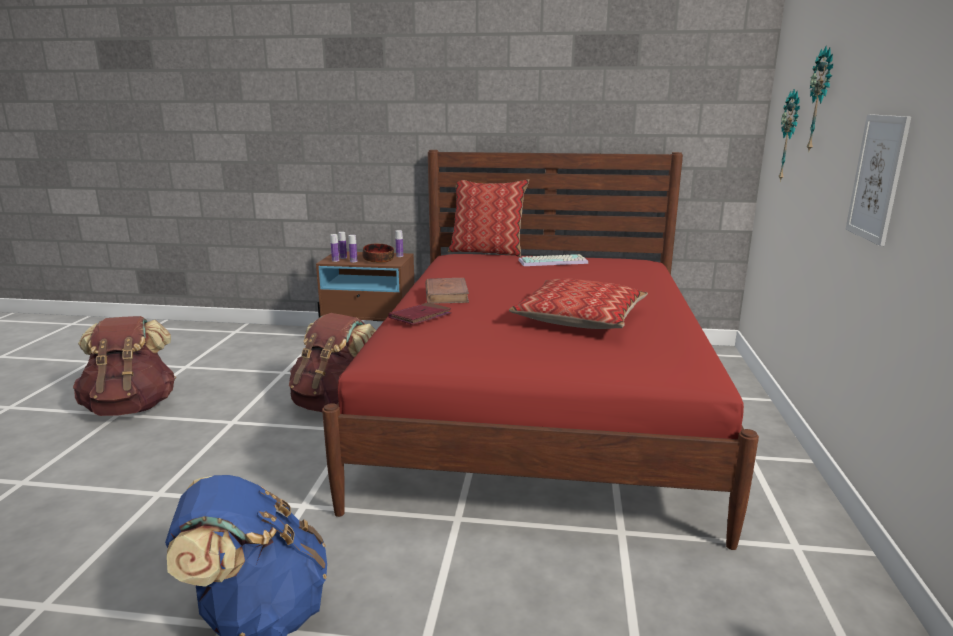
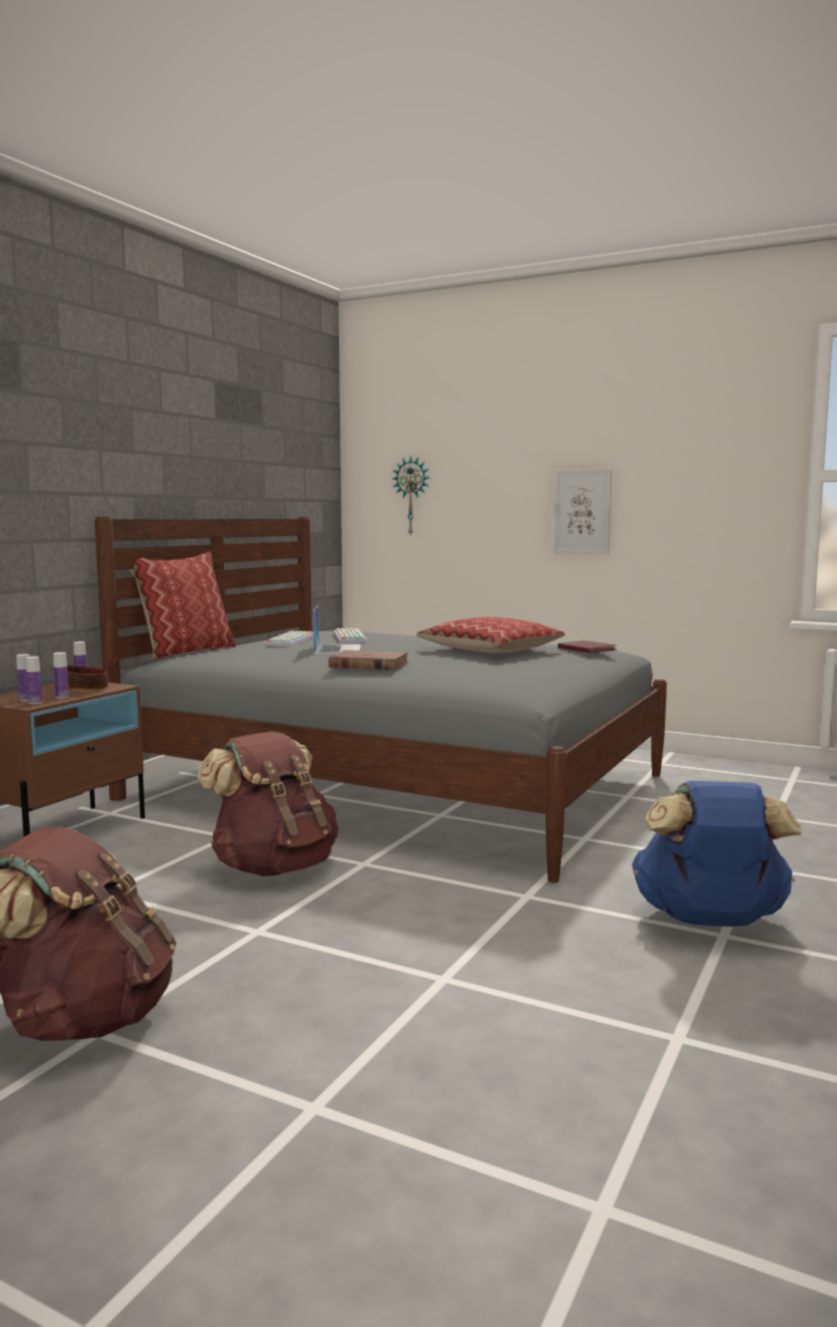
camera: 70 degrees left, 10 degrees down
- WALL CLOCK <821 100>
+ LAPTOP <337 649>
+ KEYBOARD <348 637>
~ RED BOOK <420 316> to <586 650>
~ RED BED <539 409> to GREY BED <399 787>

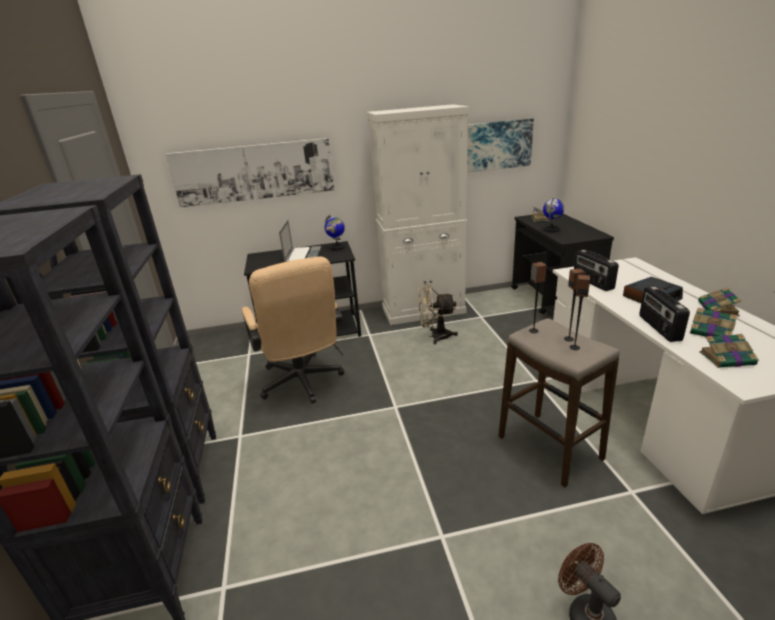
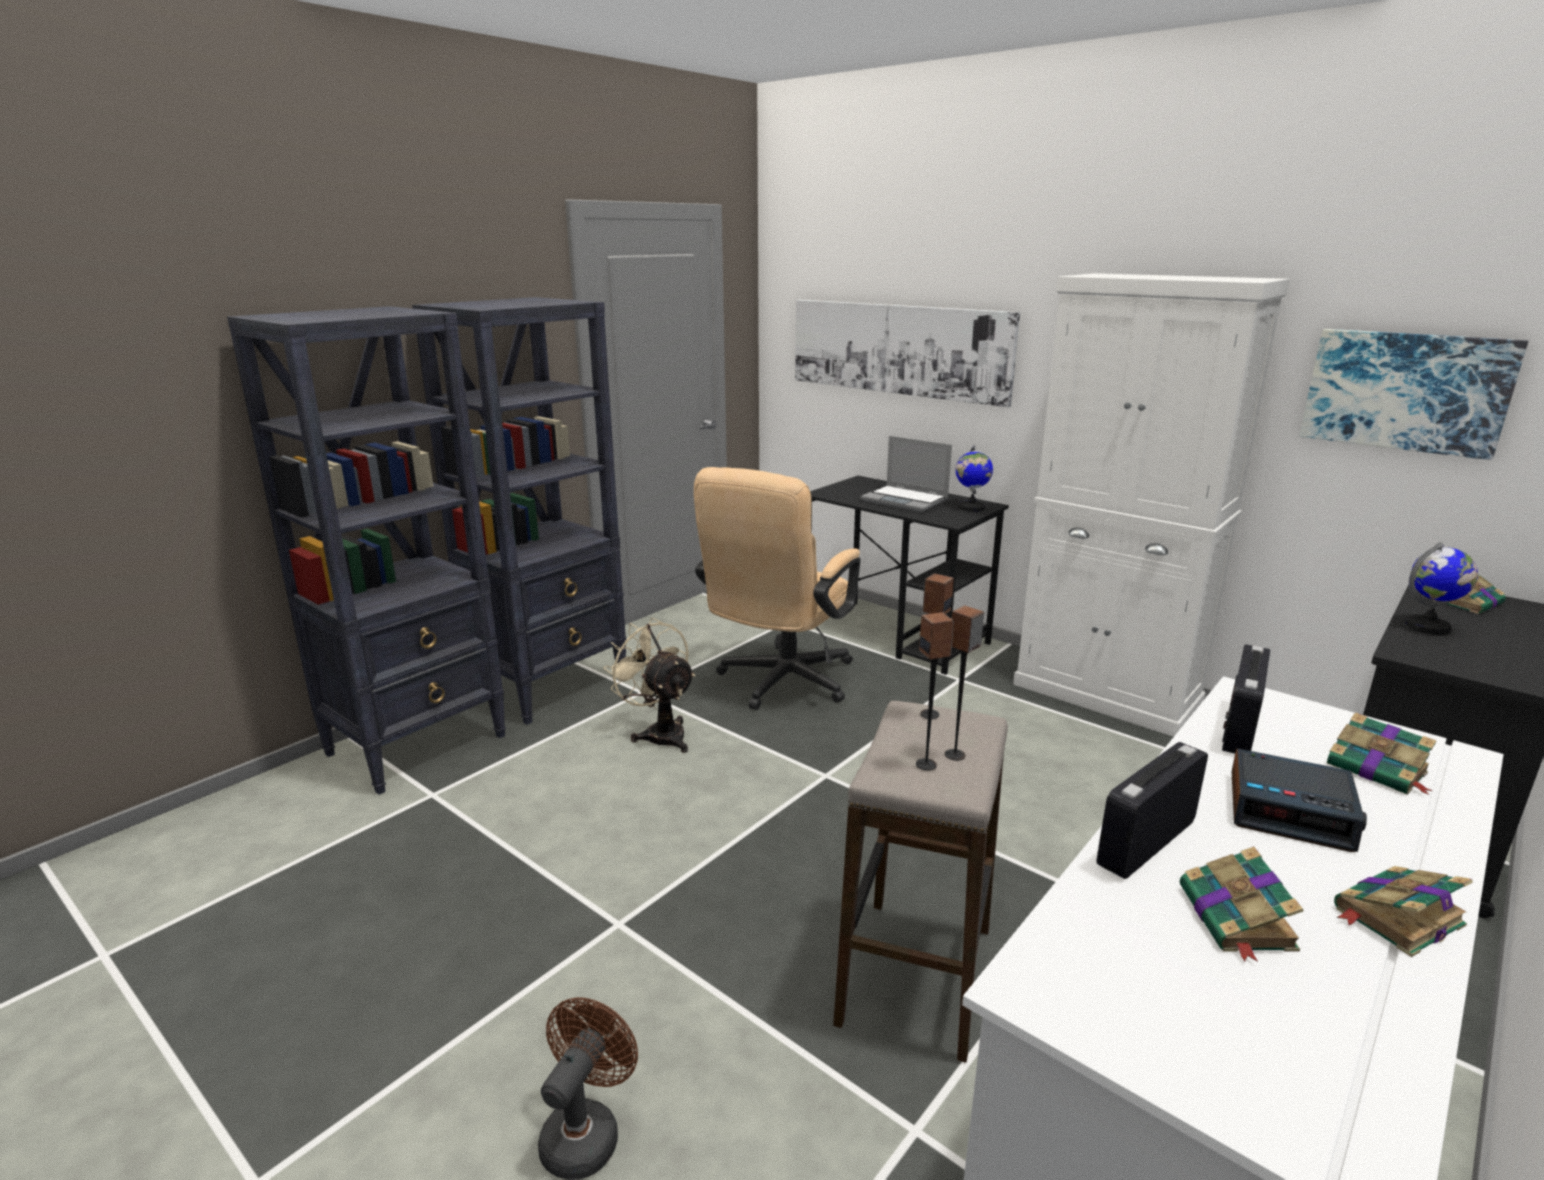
camera: 50 degrees right, 5 degrees down
~ BEIGE FAN <435 336> to <659 733>
~ BOOK <728 358> to <1378 770>
~ LAPTOP <302 256> = <906 500> 75 degrees clockwise

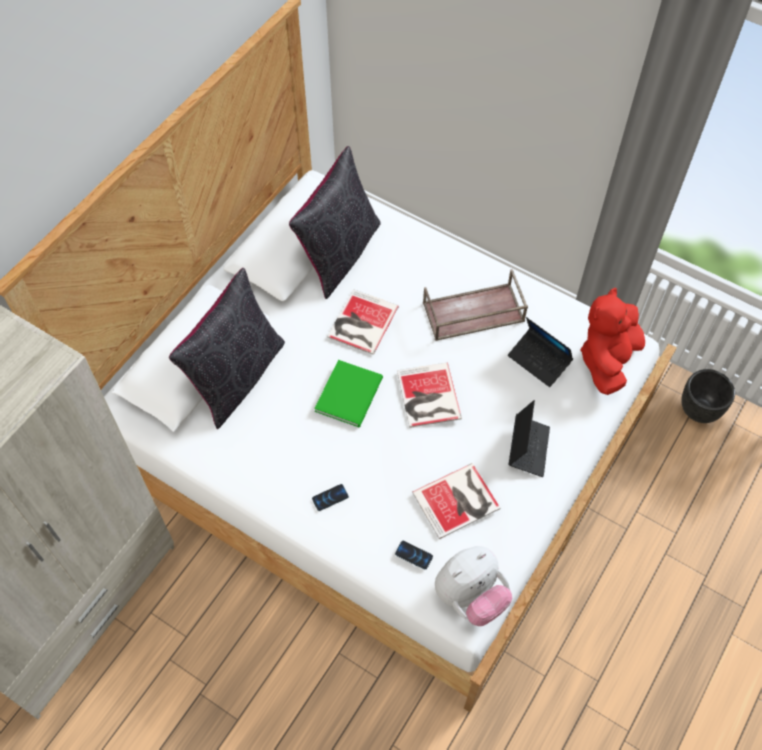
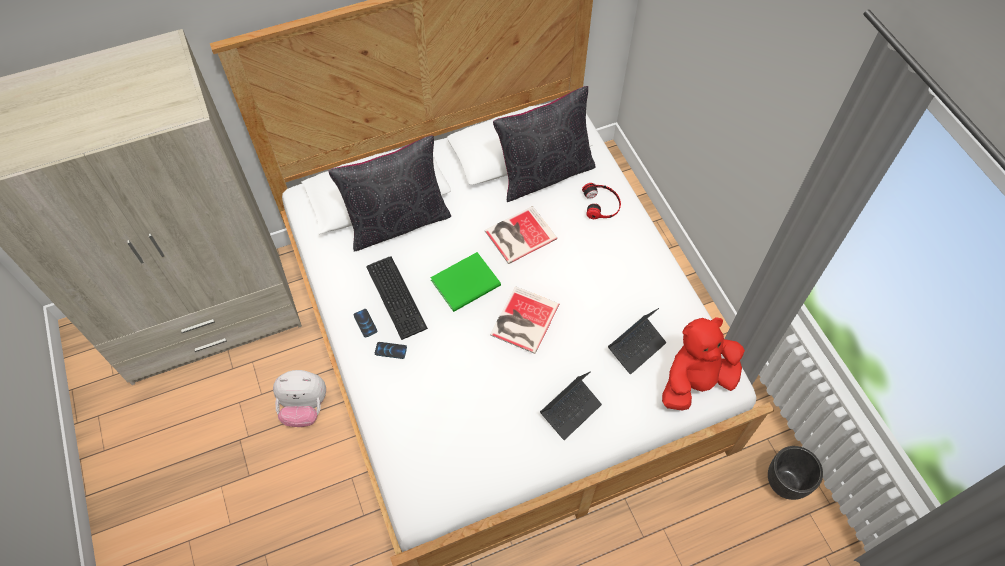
camera: 35 degrees right, 0 degrees up
- BOOK <458 501>
- BROWN TRAY <472 313>
+ KEYBOARD <397 295>
+ HEADPHONES <601 204>
~ PHONE <414 555> to <365 323>
~ PLUSH TOY <470 596> to <304 407>
~ LAPTOP <539 361> = <636 347> 120 degrees counterclockwise

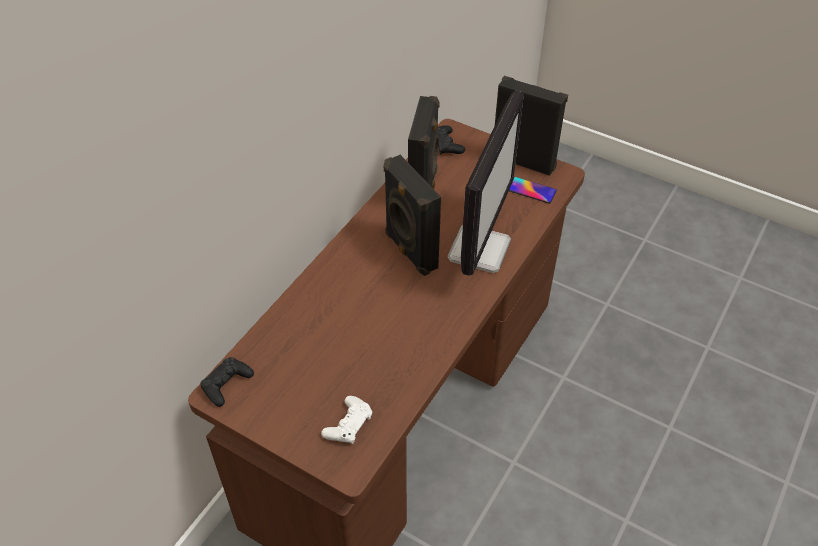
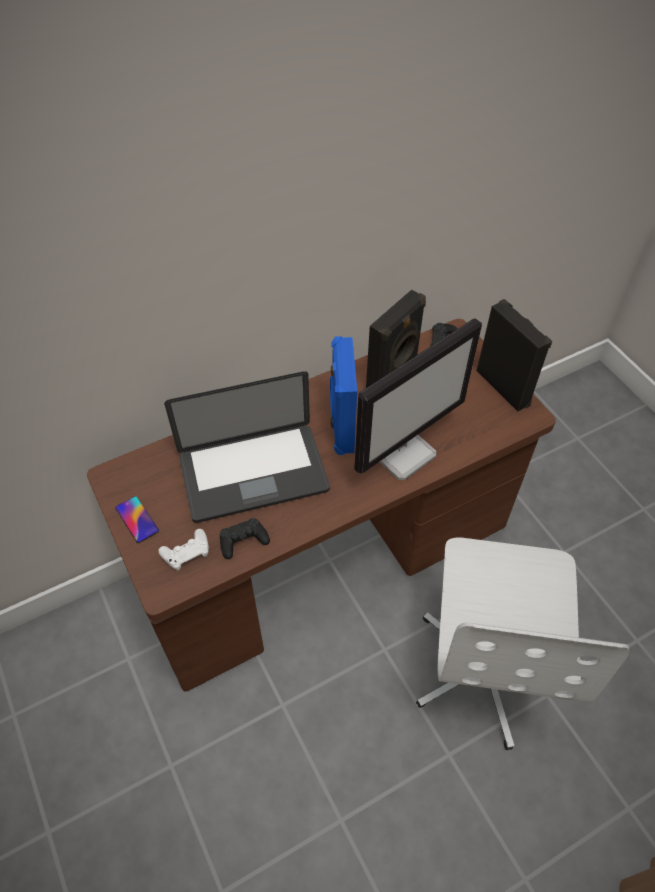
camera: 30 degrees right, 5 degrees up
+ LAPTOP <253 473>
+ WHITE OFFICE CHAIR <485 669>
~ BLACK GAME CONTROLLER <226 384> to <243 541>
~ PHONE <532 190> to <137 519>
~ BLACK SPEAKER <409 251> to BLUE SPEAKER <341 427>

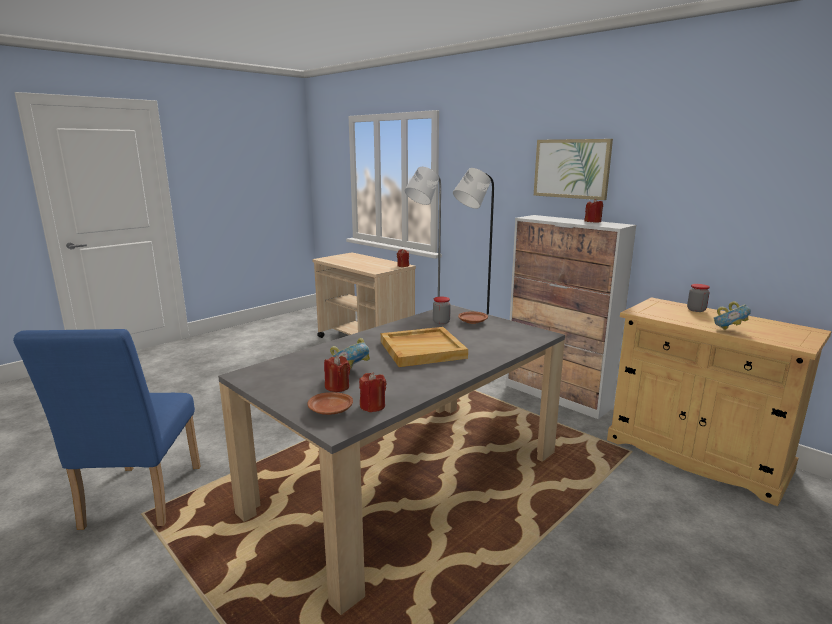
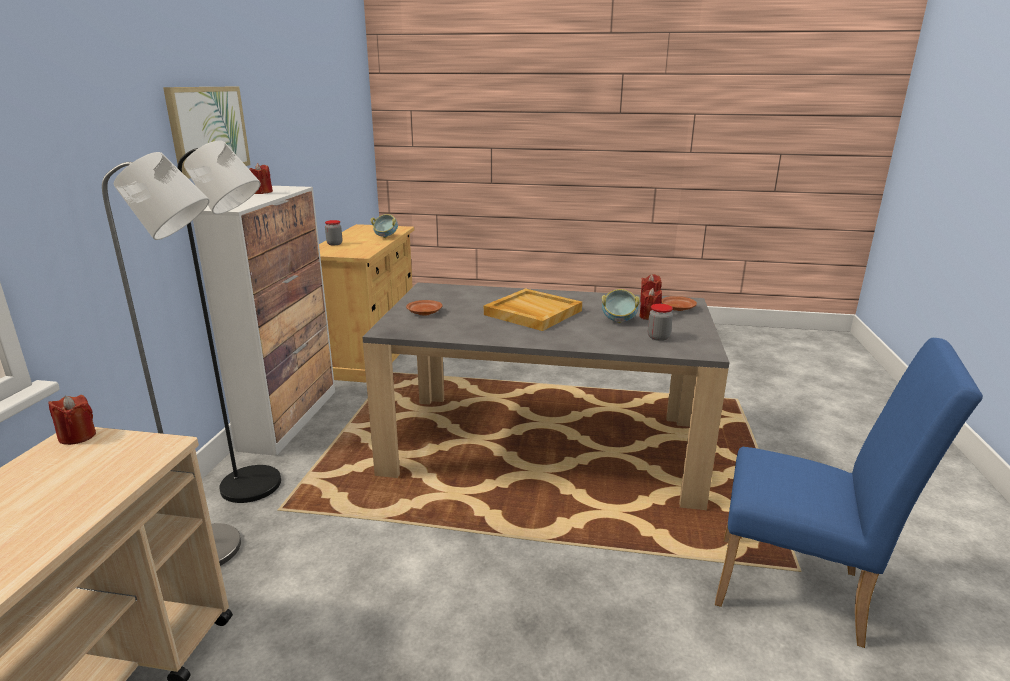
camera: 125 degrees left, 5 degrees up
~ JAR <441 322> to <658 337>
~ BLUE CHAIR <138 502> = <801 592> 60 degrees clockwise

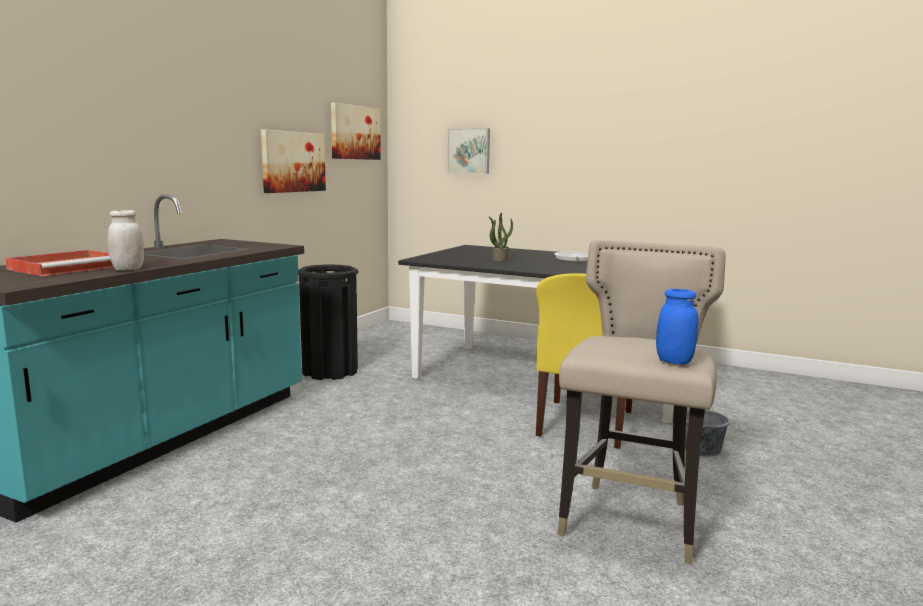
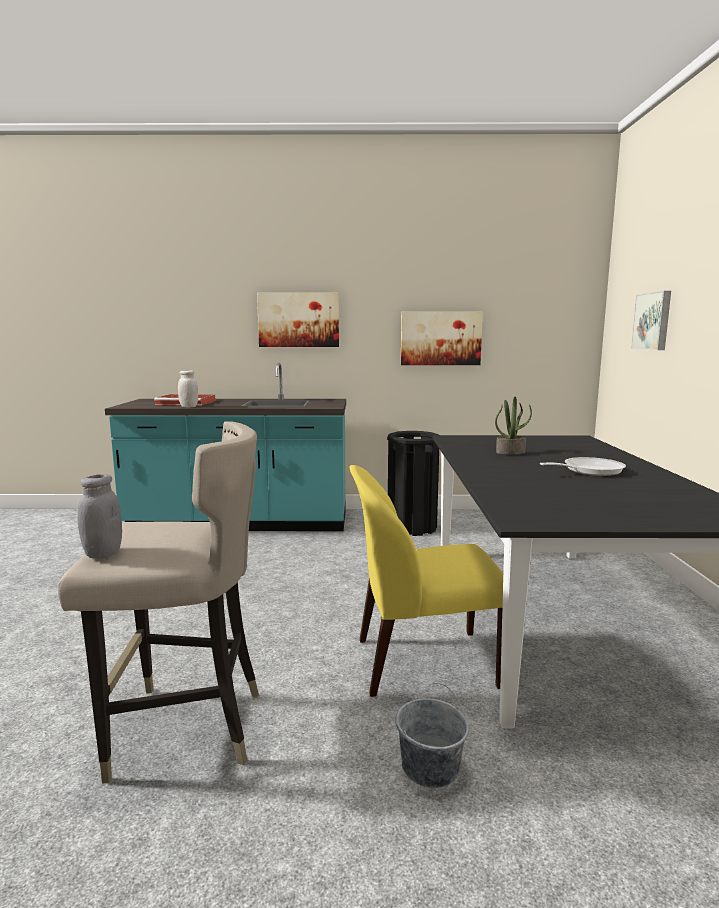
camera: 65 degrees right, 0 degrees up
~ PICTURE <355 132> to <298 320>
~ BLUE JAR <674 361> to GREY JAR <103 553>

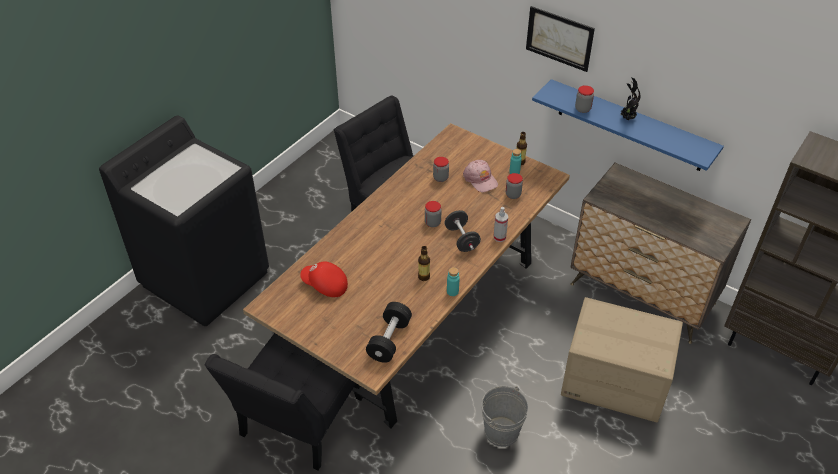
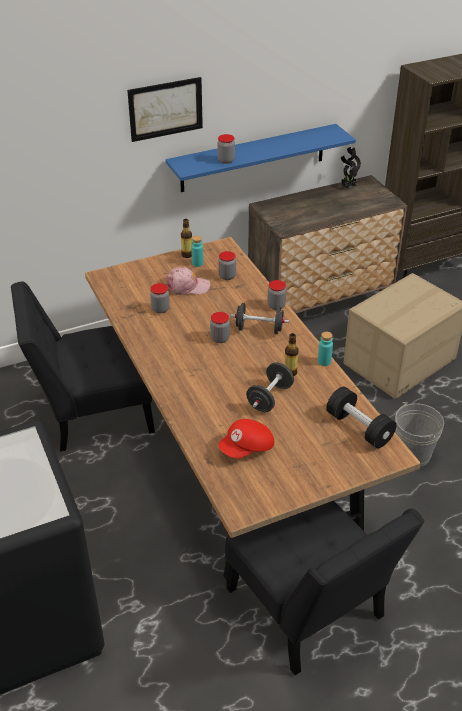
camera: 60 degrees left, 5 degrees down
+ BLACK DUMBBELL <270 398>
~ POTTED PLANT <626 118> to <347 187>
~ SPRAY BOTTLE <499 237> to JAR <276 306>

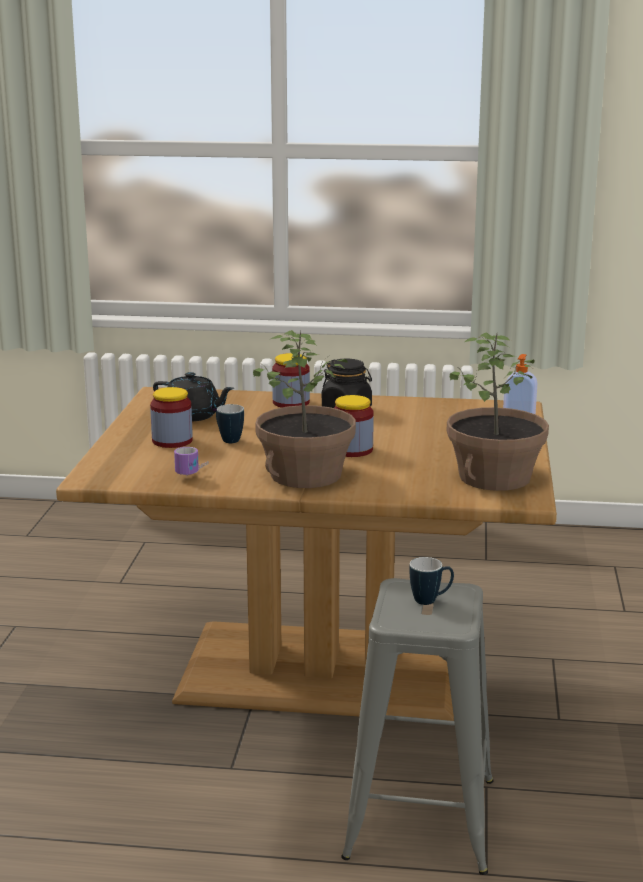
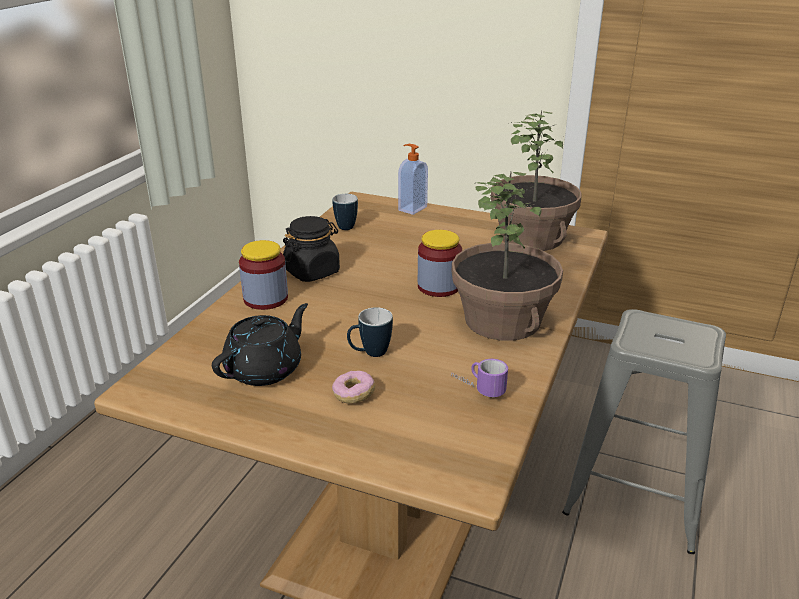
camera: 75 degrees left, 10 degrees up
~ MUG <431 600> to <346 225>
~ JAR <172 441> to DONUT <354 395>

